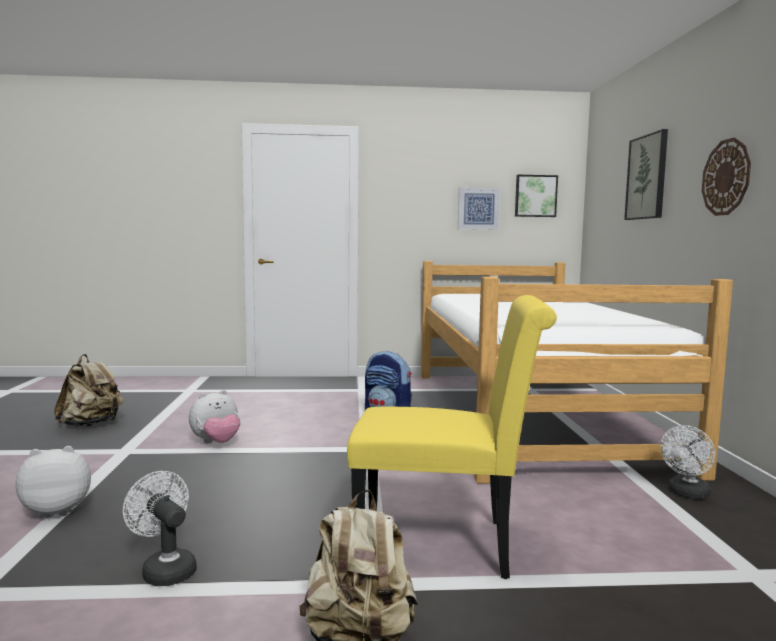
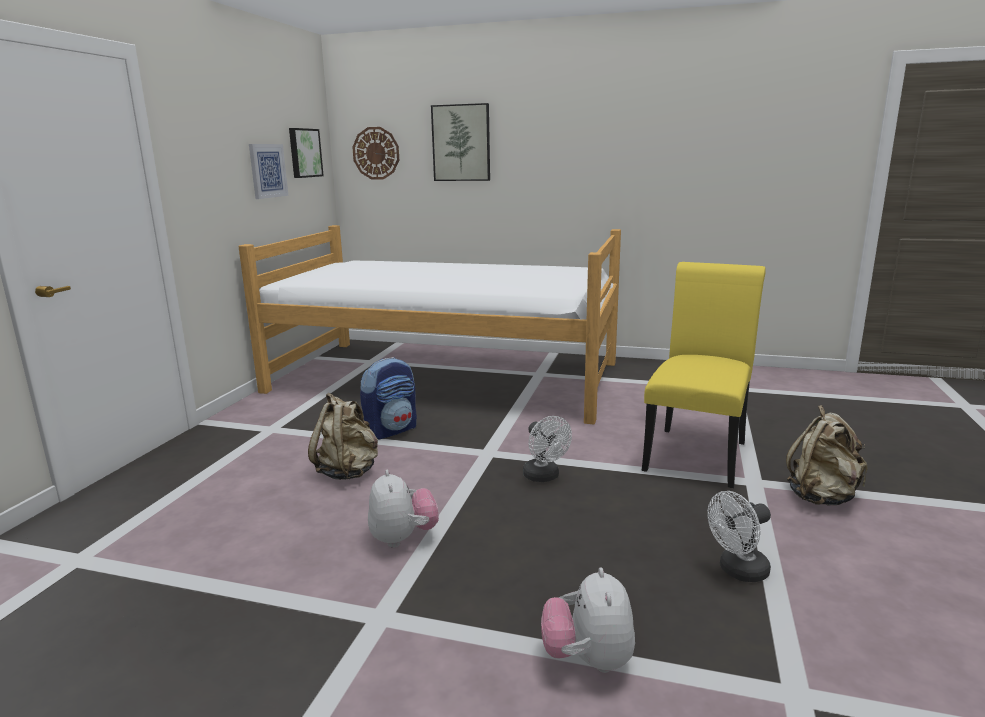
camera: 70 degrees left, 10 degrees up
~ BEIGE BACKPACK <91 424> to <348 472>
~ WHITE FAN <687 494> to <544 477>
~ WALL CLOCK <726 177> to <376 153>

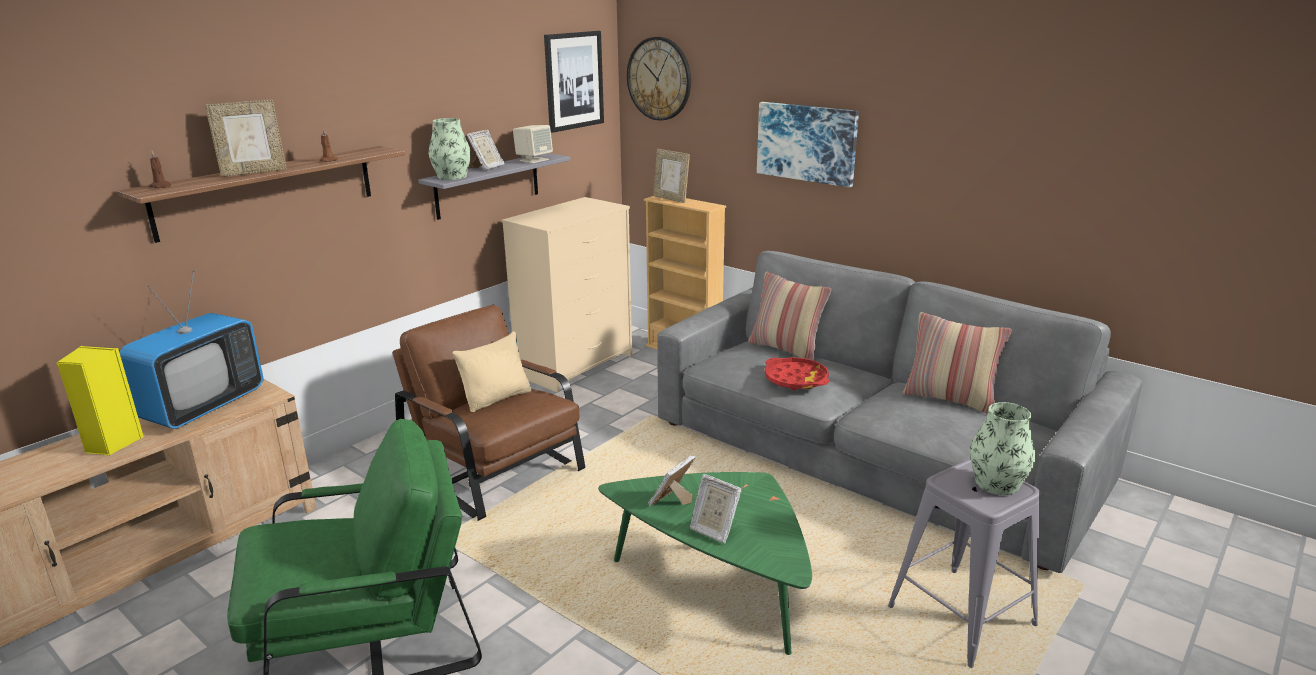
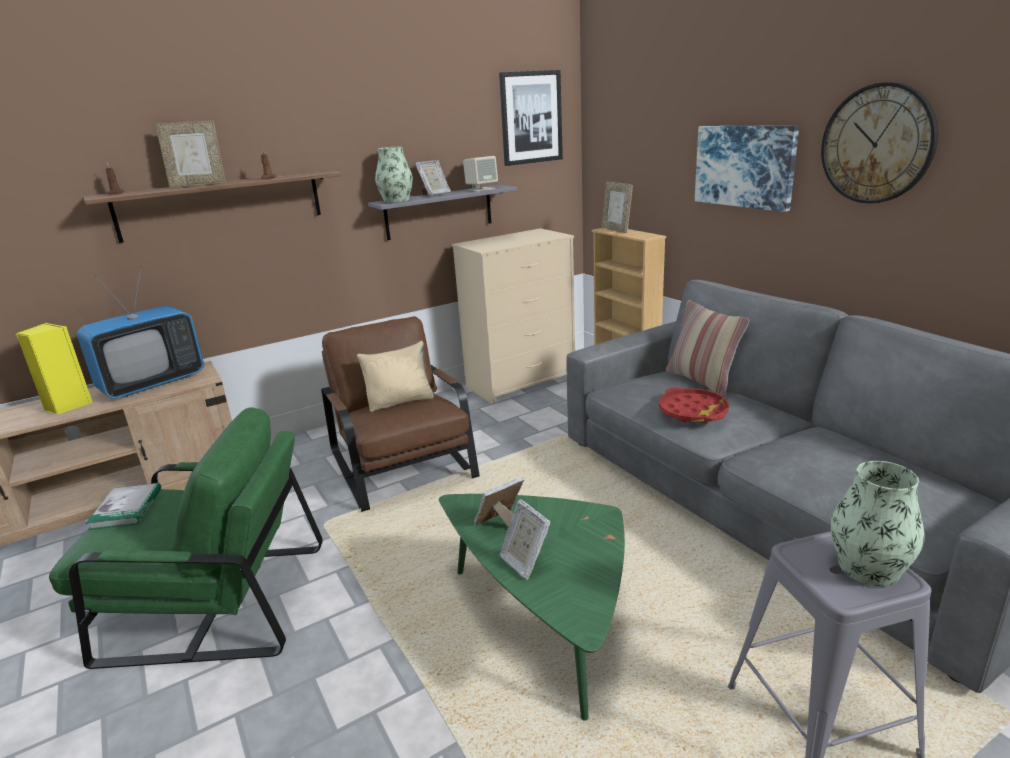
camera: 20 degrees right, 0 degrees up
- PILLOW <950 399>
+ BOOK <127 508>
~ WALL CLOCK <659 79> to <877 144>

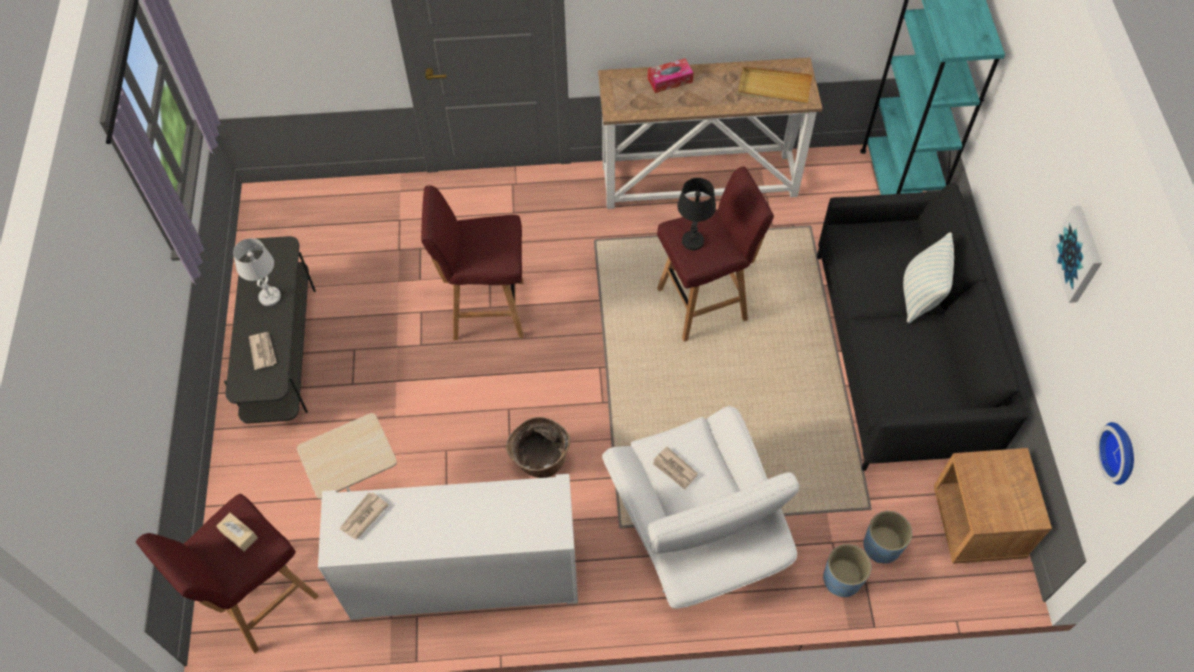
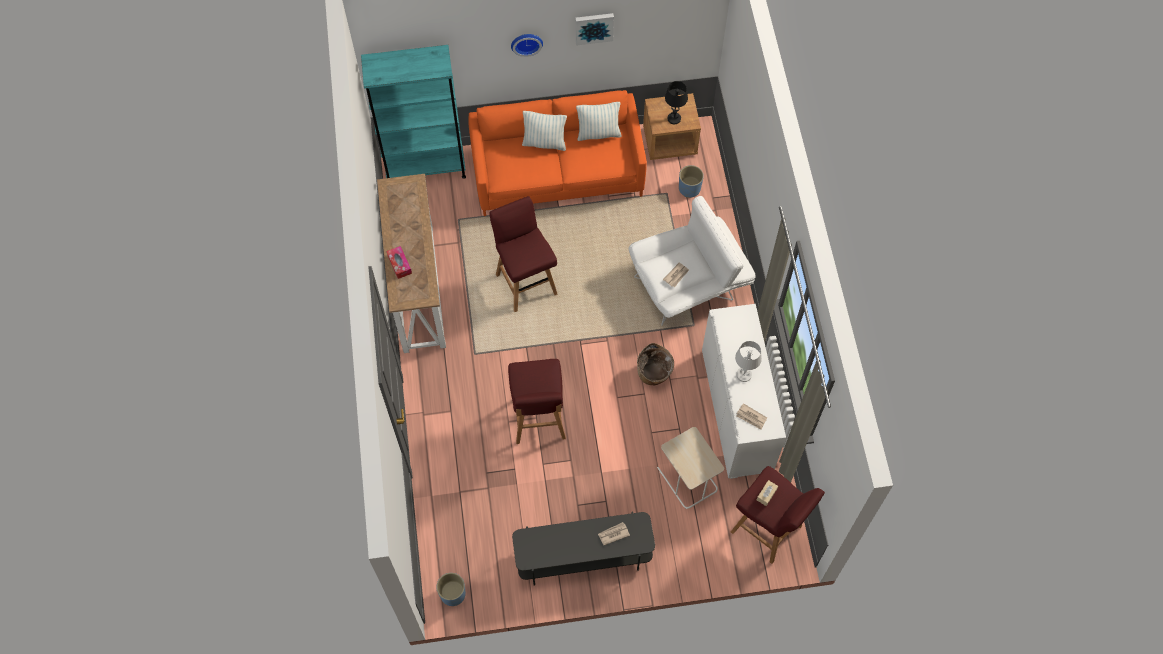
camera: 95 degrees left, 5 degrees up
- BEIGE TRAY <774 88>
+ PILLOW <598 133>
~ WHITE TABLE LAMP <269 296> to <743 374>
~ BLACK TABLE LAMP <692 241> to <674 118>
~ BLUE PLANTER <841 579> to <453 594>
~ WALL CLOCK <1121 452> to <526 42>
~ BLACK SOFA <899 353> to ORANGE SOFA <558 172>

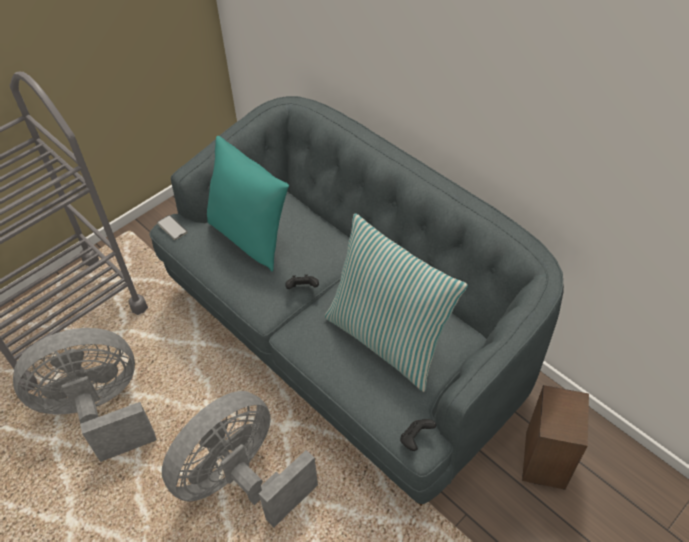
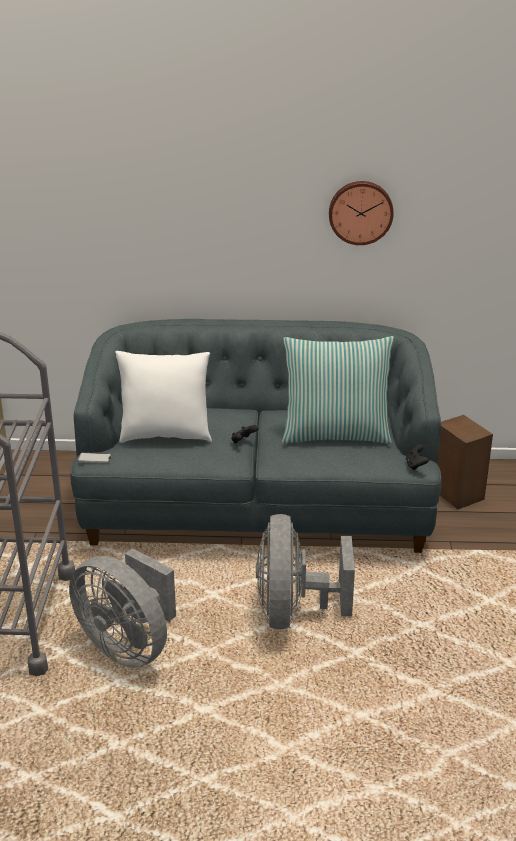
camera: 45 degrees left, 20 degrees down
+ WALL CLOCK <360 212>
~ TURQUOISE PILLOW <250 237> to WHITE PILLOW <165 435>
~ GREY FAN <99 411> = <129 646> 75 degrees counterclockwise

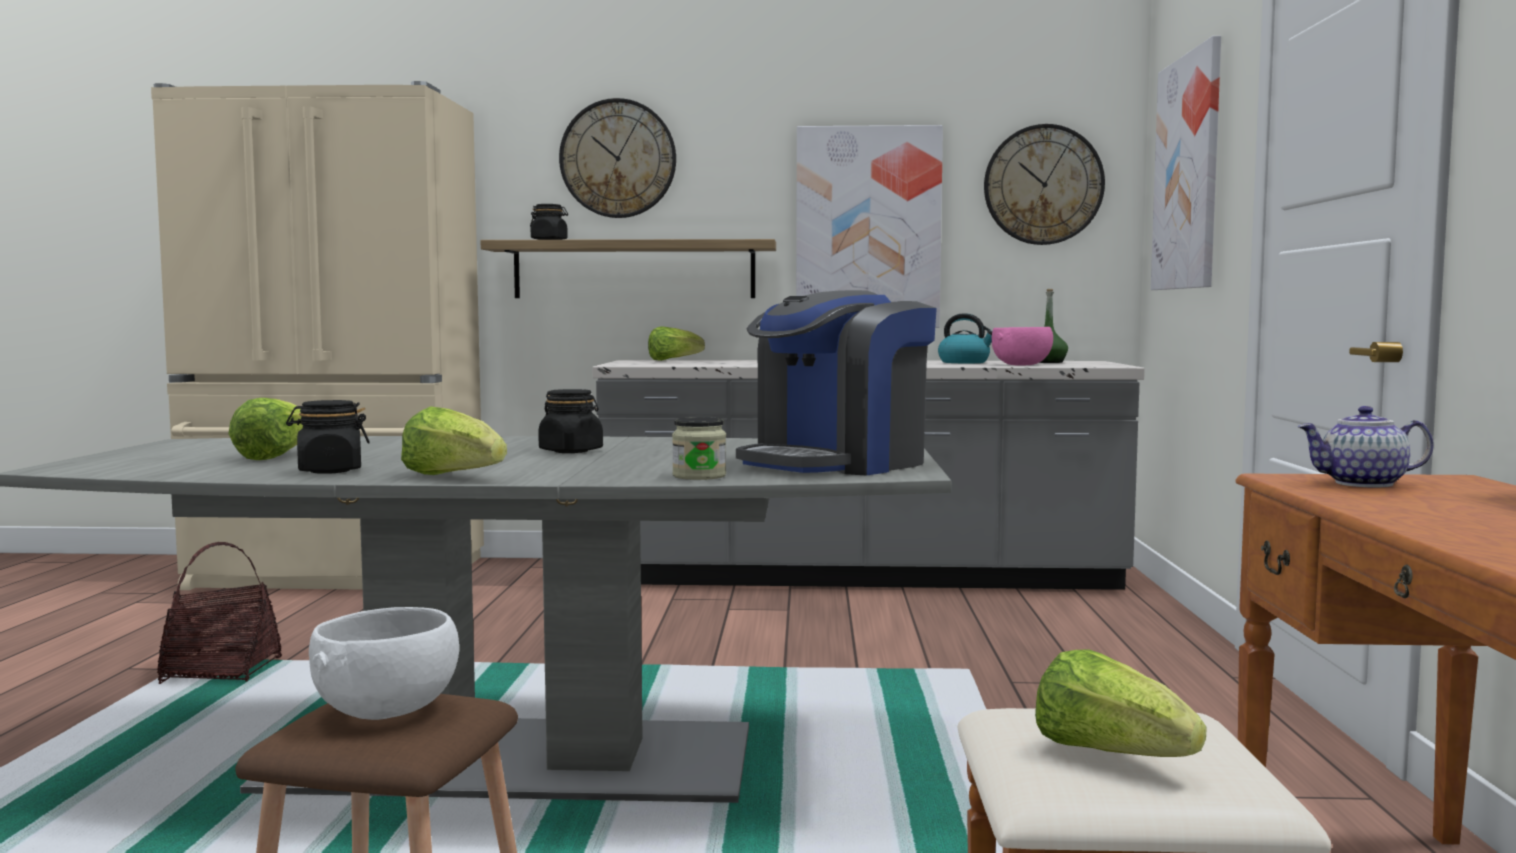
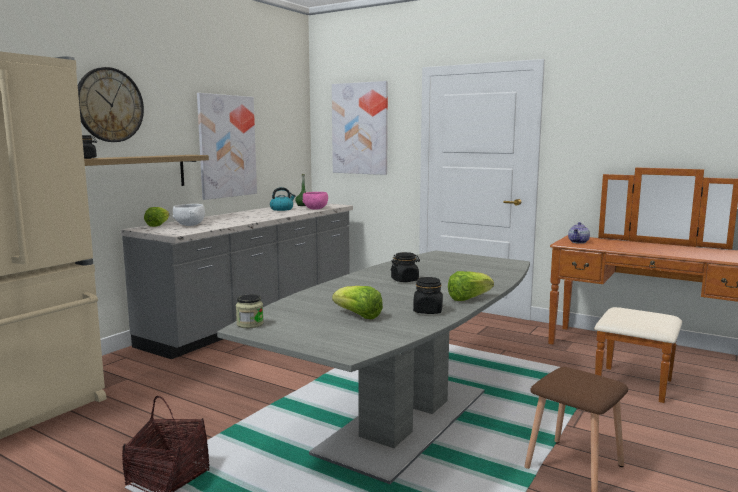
camera: 60 degrees left, 5 degrees up
- COFFEE MACHINE <837 464>
- WALL CLOCK <1043 185>
- LETTUCE <1109 754>
~ WHITE BOWL <388 711> to <190 225>
~ JAR <699 476> to <250 324>

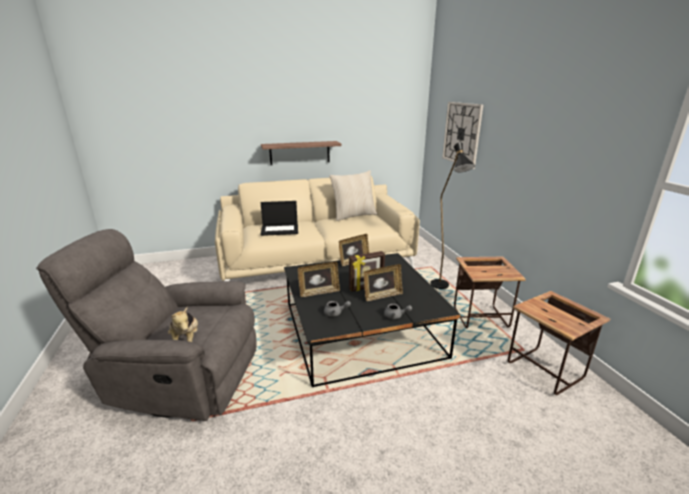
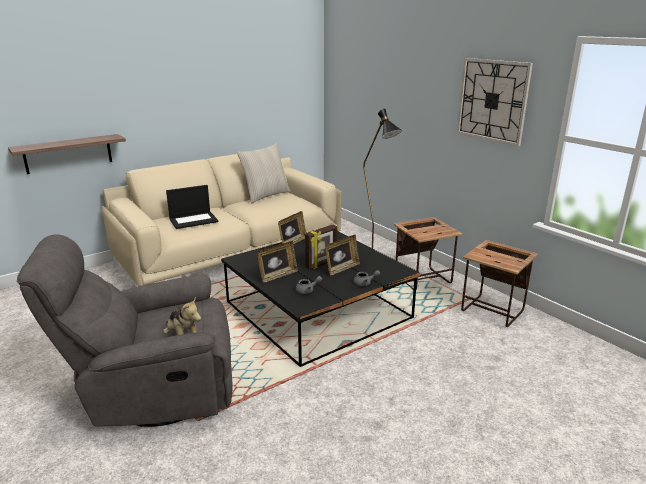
camera: 20 degrees left, 0 degrees up
~ SHELF <300 153> to <68 154>
~ WALL CLOCK <462 133> to <492 100>

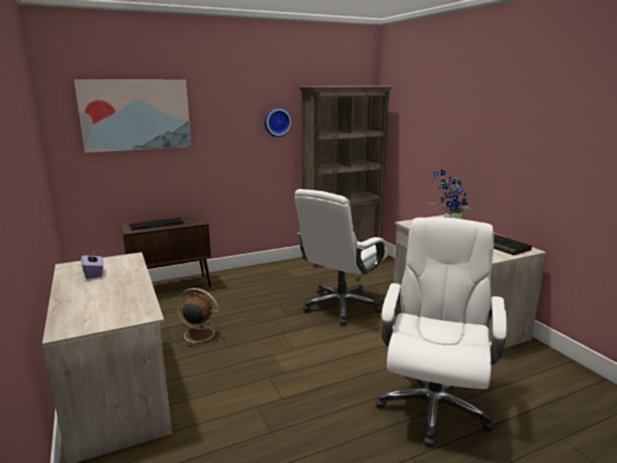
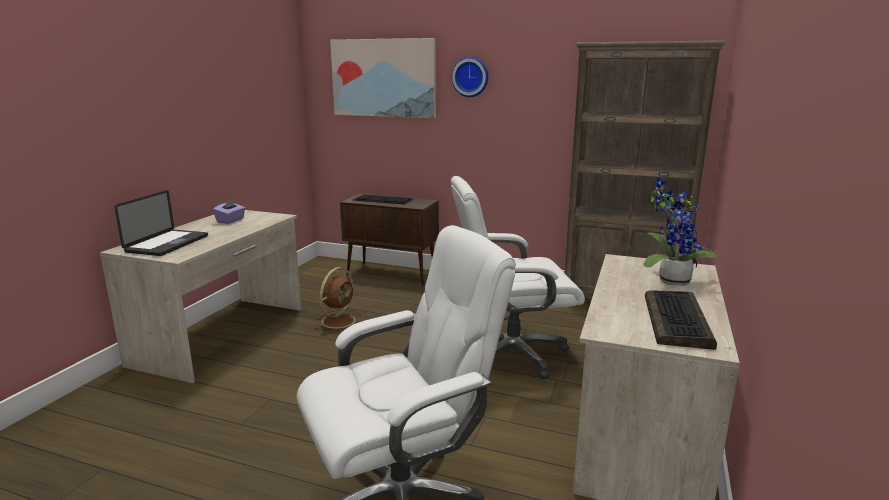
camera: 45 degrees right, 0 degrees up
+ LAPTOP <167 244>
~ WALL CLOCK <277 121> to <470 77>
~ BROWN FAN <198 334> = <339 320> 60 degrees clockwise

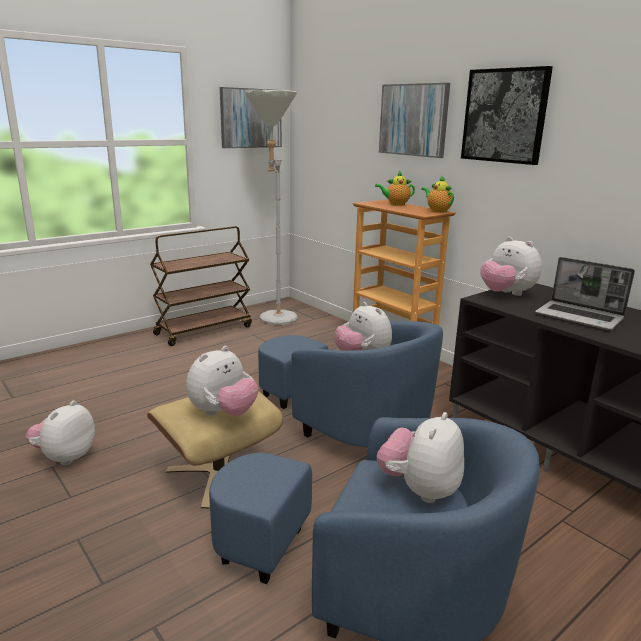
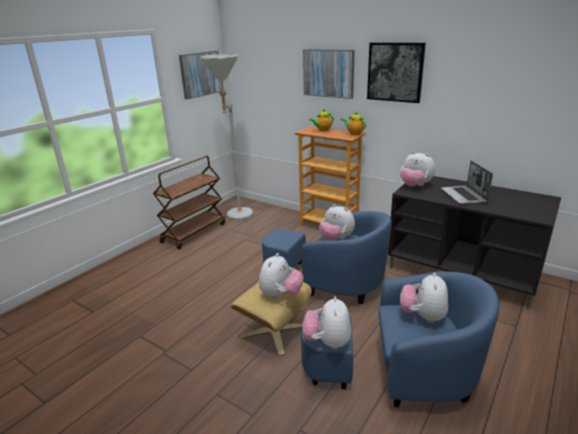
camera: 15 degrees left, 5 degrees up
~ PLUSH TOY <65 457> to <327 342>
~ LAPTOP <580 317> = <464 196> 60 degrees clockwise

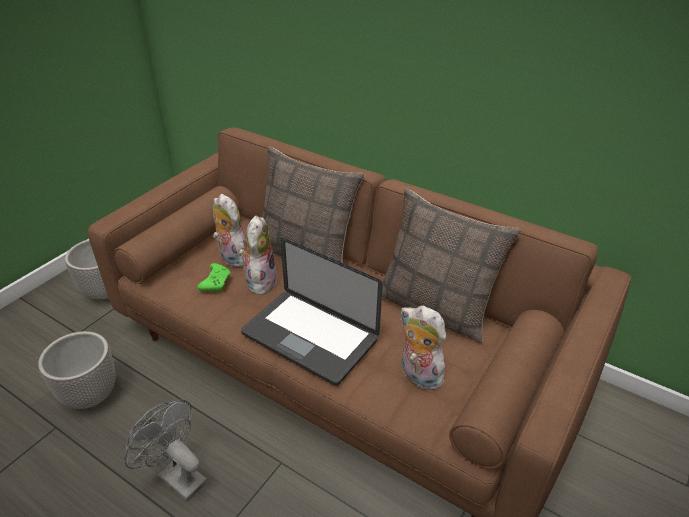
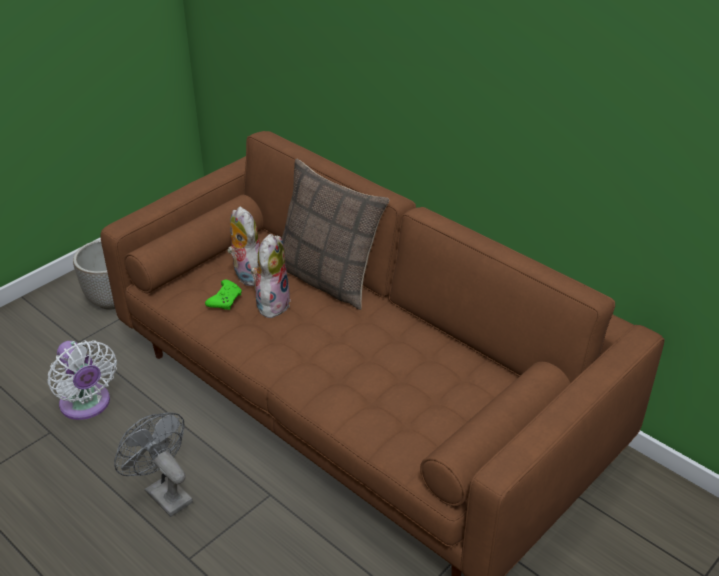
camera: 10 degrees right, 0 degrees up
- LAPTOP <309 337>
- PILLOW <435 308>
- PLUSH TOY <418 375>
~ PLANTER <91 395> to WHITE FAN <87 405>

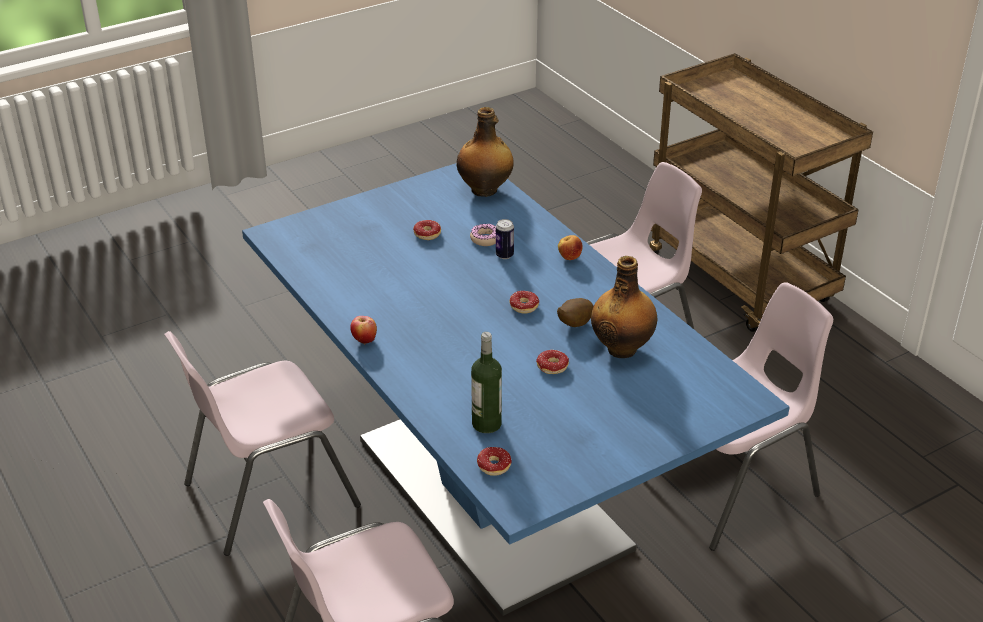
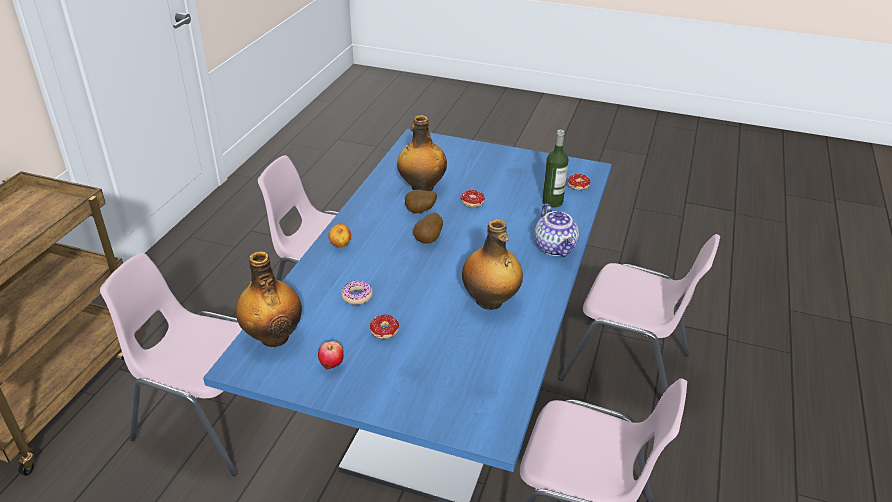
camera: 130 degrees left, 0 degrees up
- CAN <504 255>
+ BOTTLE <490 301>
+ TEAPOT <556 248>
~ APPLE <364 340> to <332 365>
~ DONUT <519 308> to POTATO <429 240>

